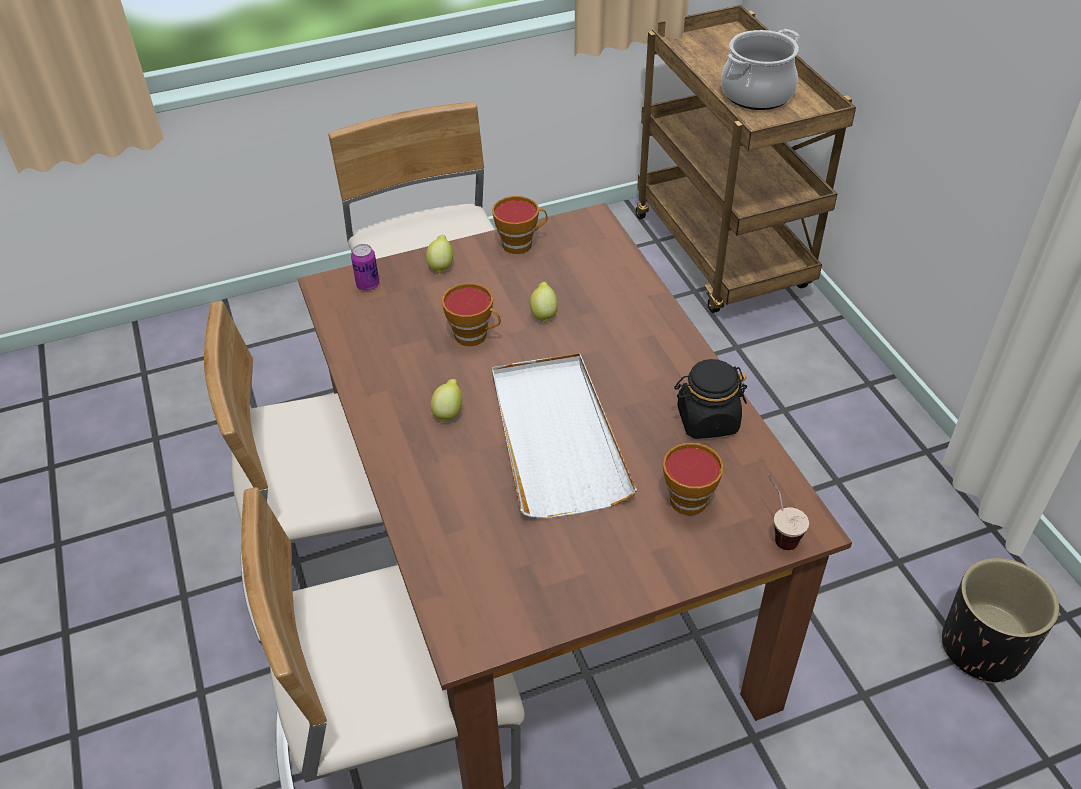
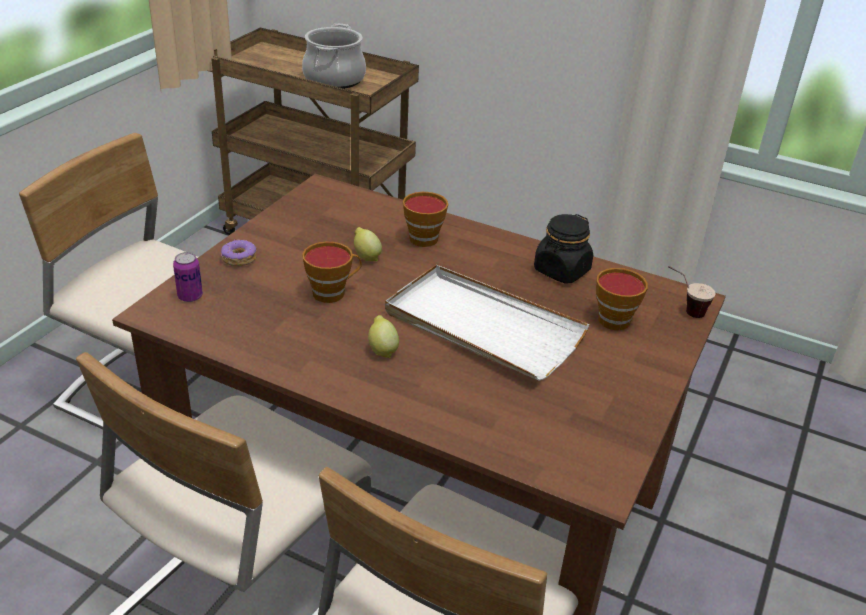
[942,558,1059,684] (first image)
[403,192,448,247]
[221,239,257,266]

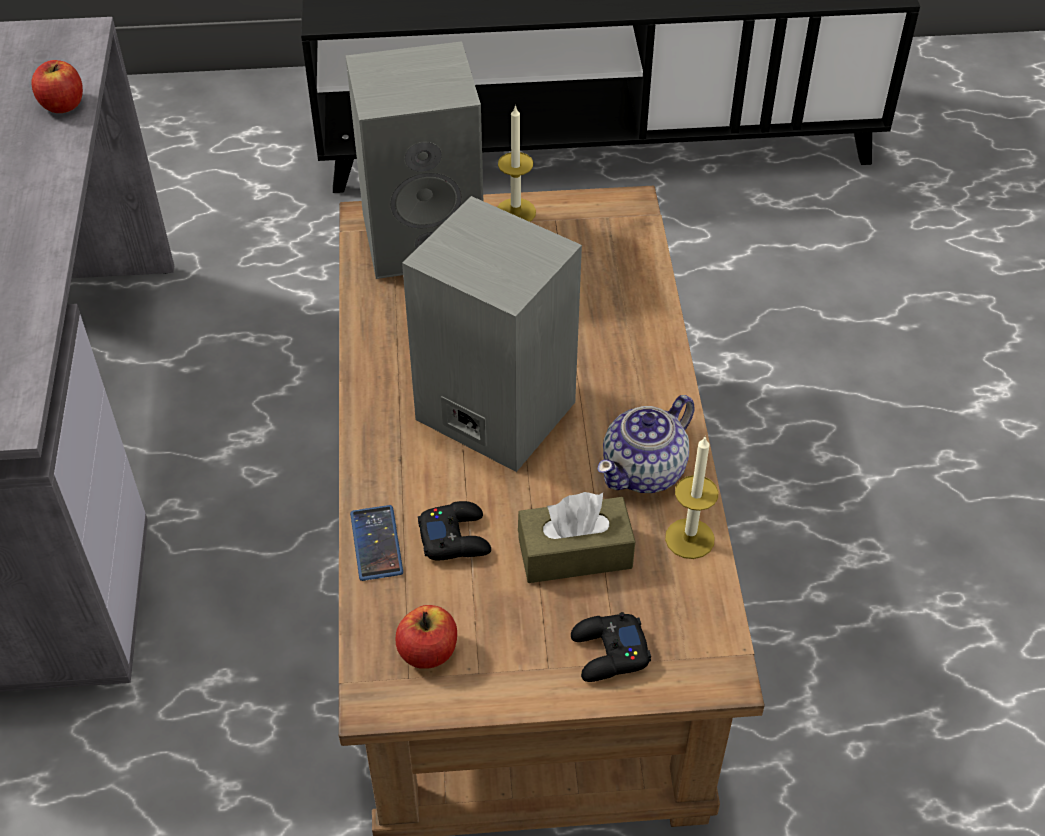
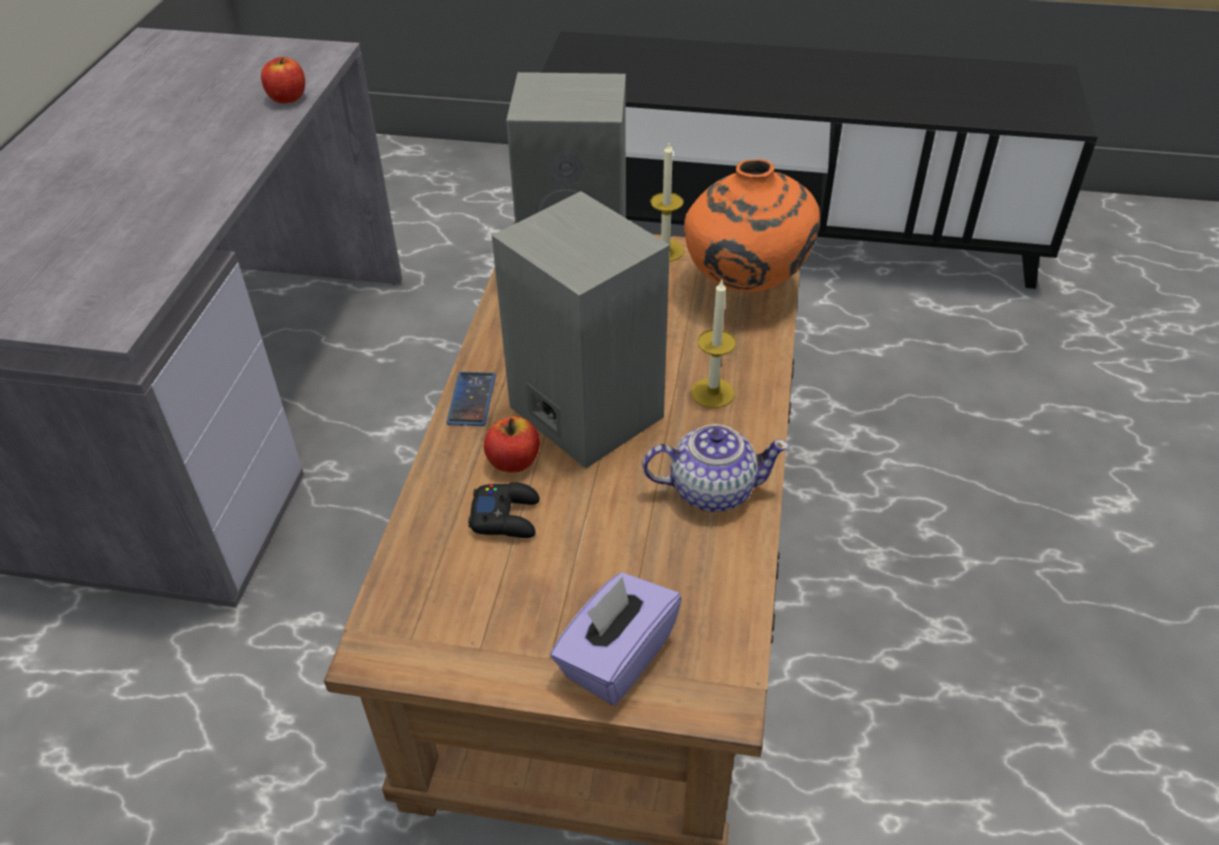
[518,492,635,583] (first image)
[684,159,820,293]
[446,371,496,426]
[484,416,540,473]
[691,279,736,408]
[550,572,682,705]
[643,424,790,512]

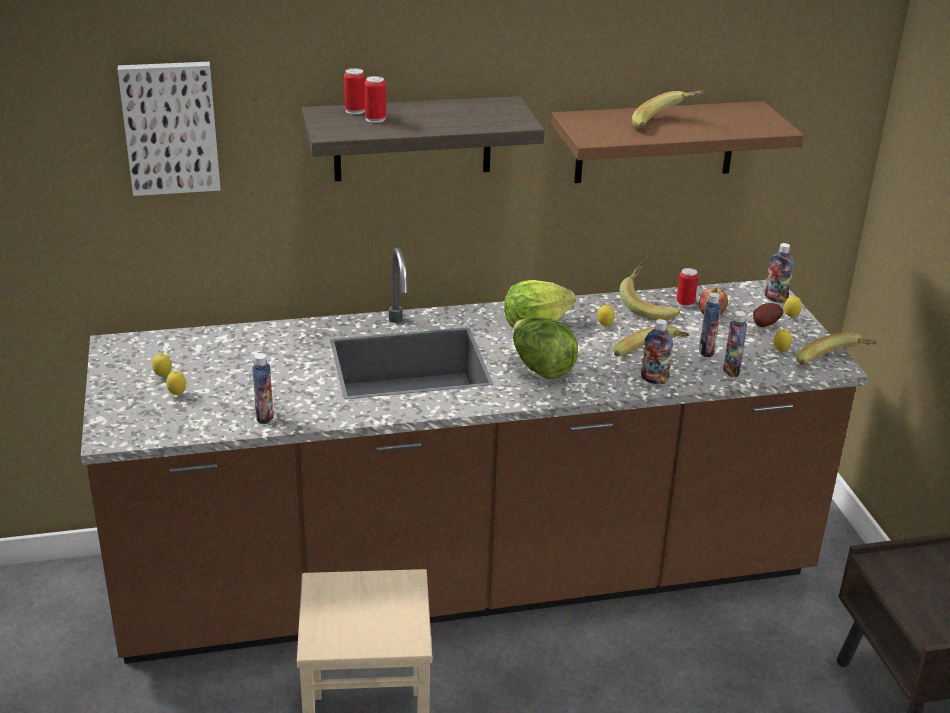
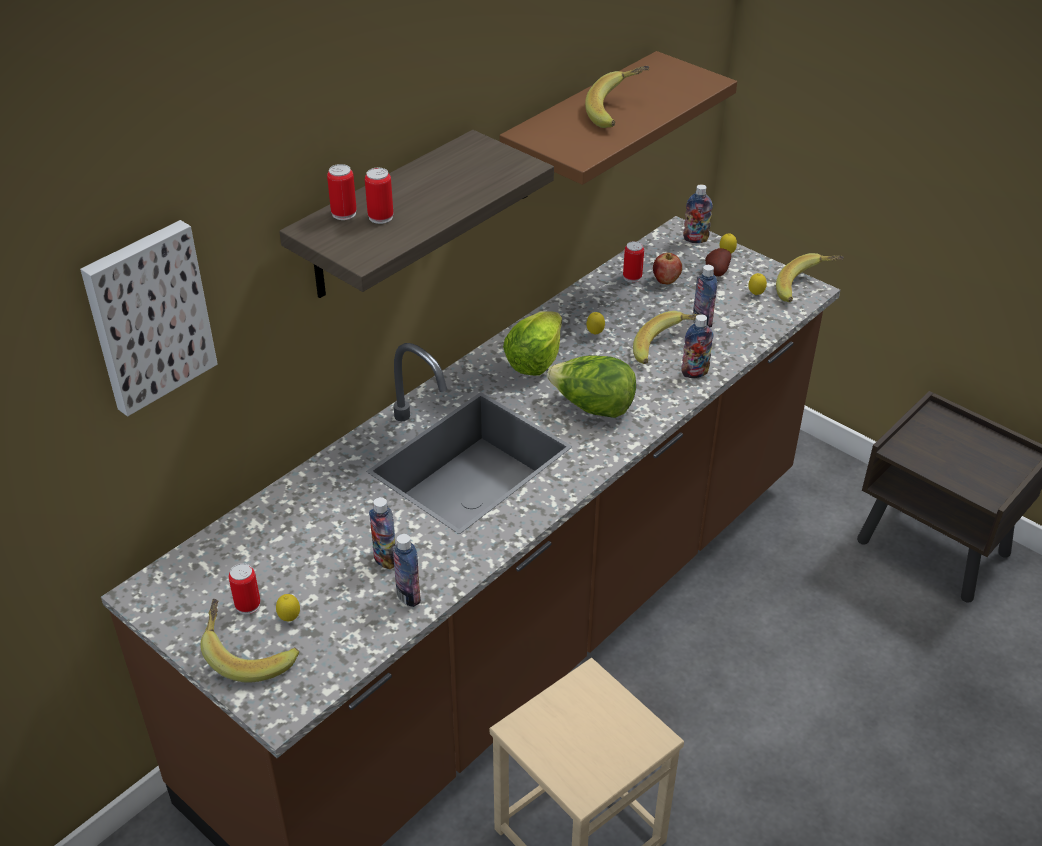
[200,599,299,683]
[369,497,396,569]
[229,563,261,615]

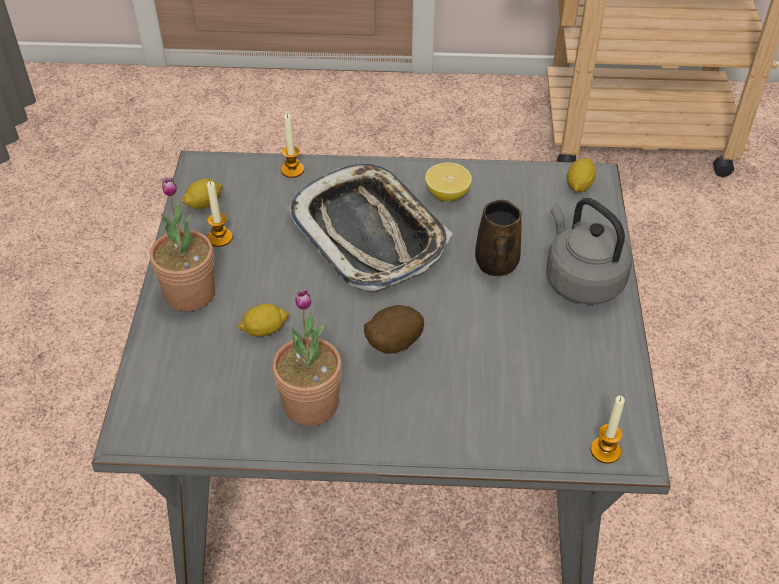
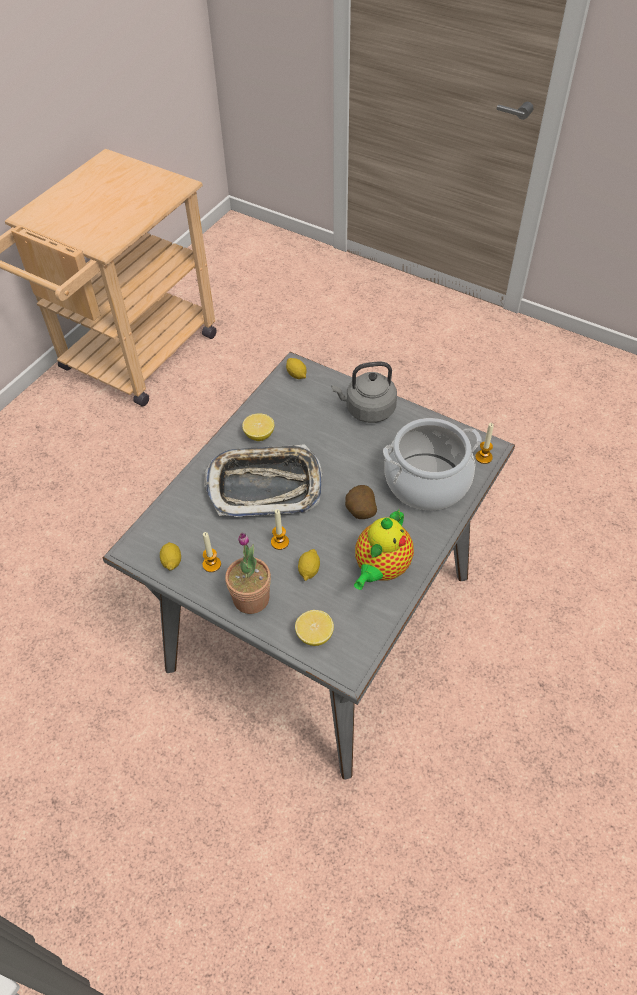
[475,200,522,276] (first image)
[295,610,334,646]
[383,418,482,510]
[271,509,289,550]
[354,509,414,590]

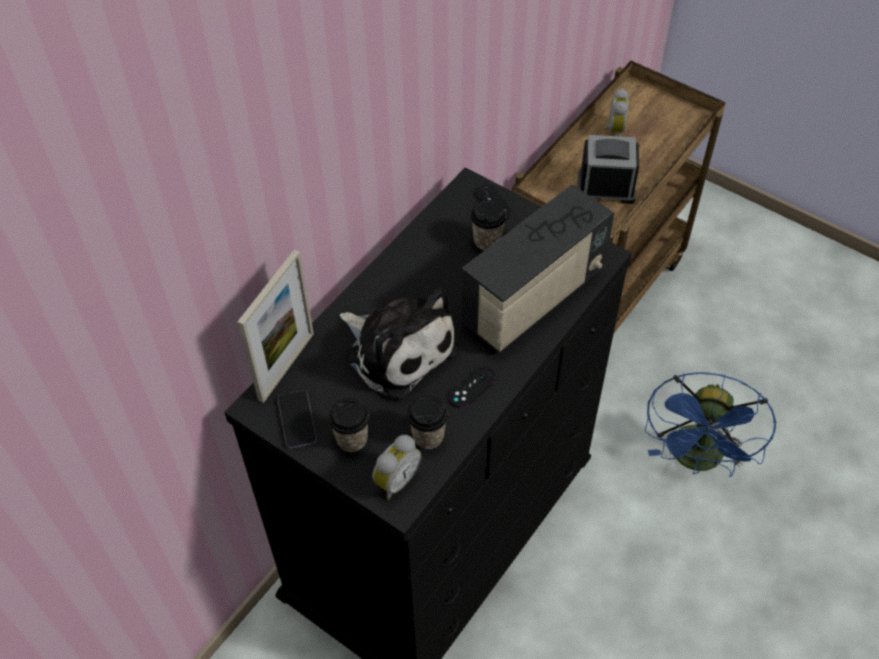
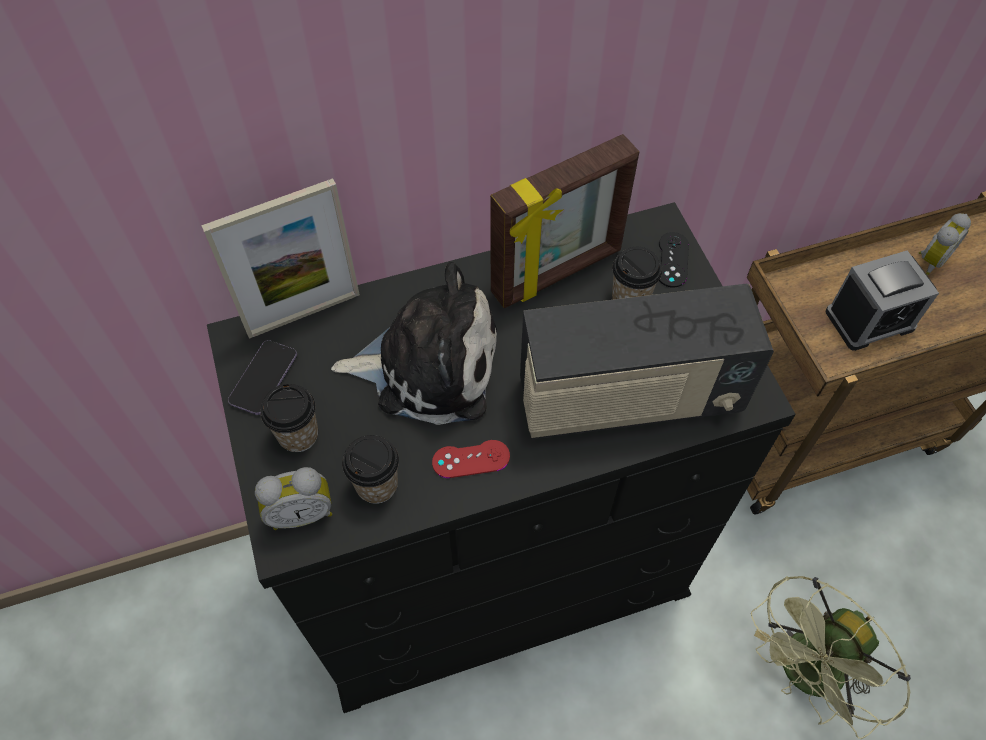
[490,134,639,308]
[432,440,510,478]
[751,576,911,739]
[331,262,497,425]
[826,250,939,351]

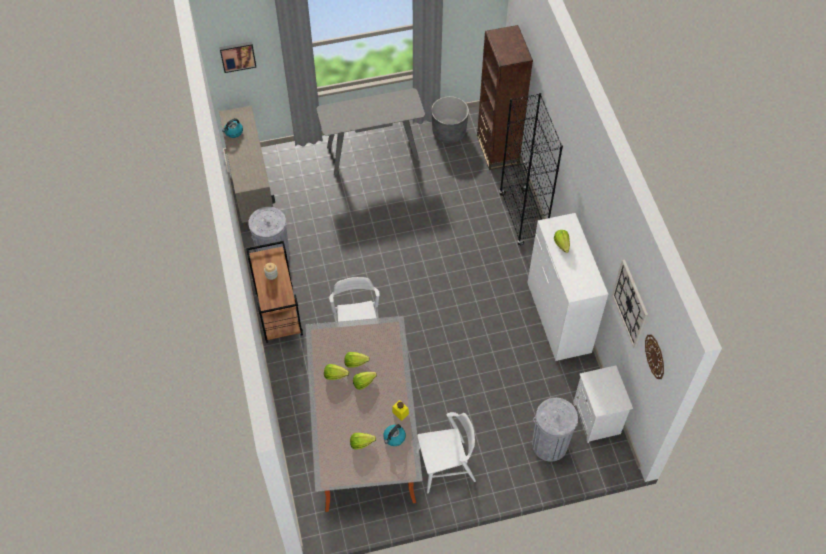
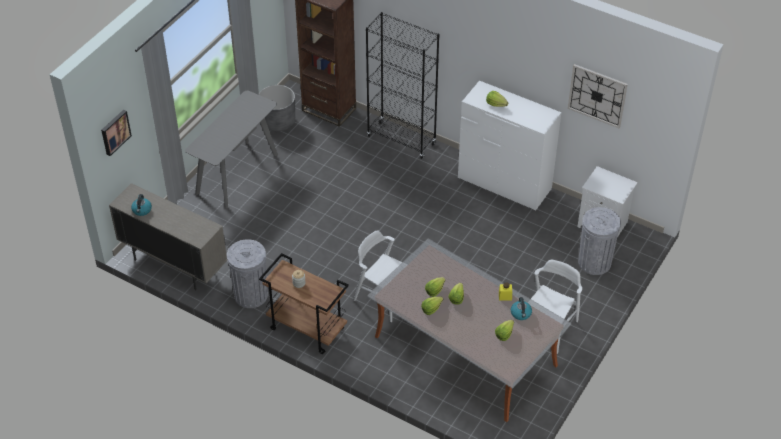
[645,335,664,379] (first image)

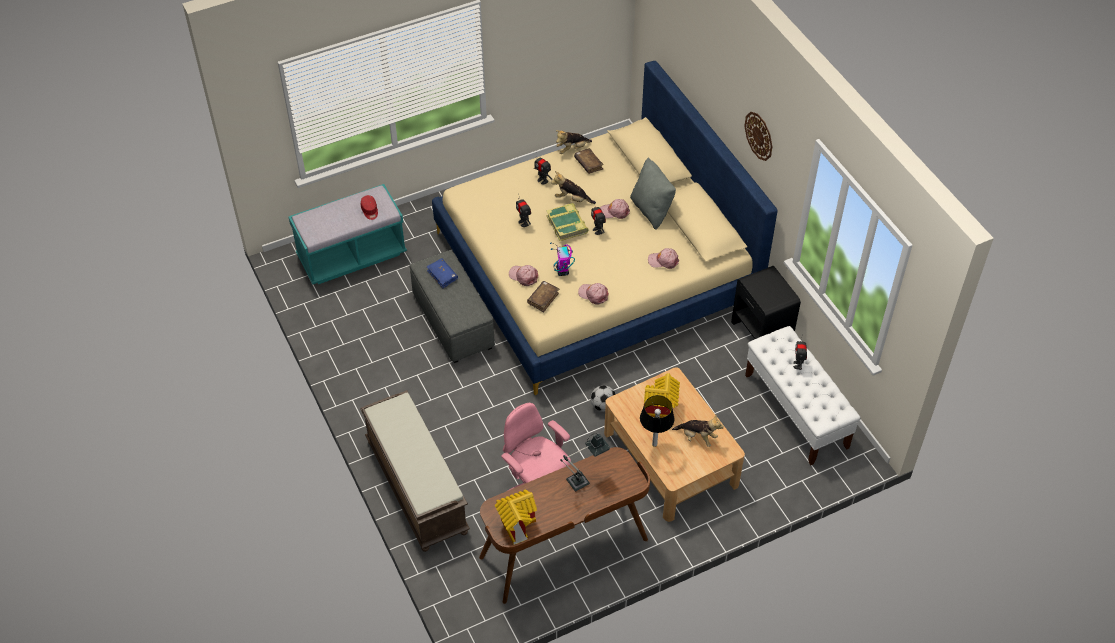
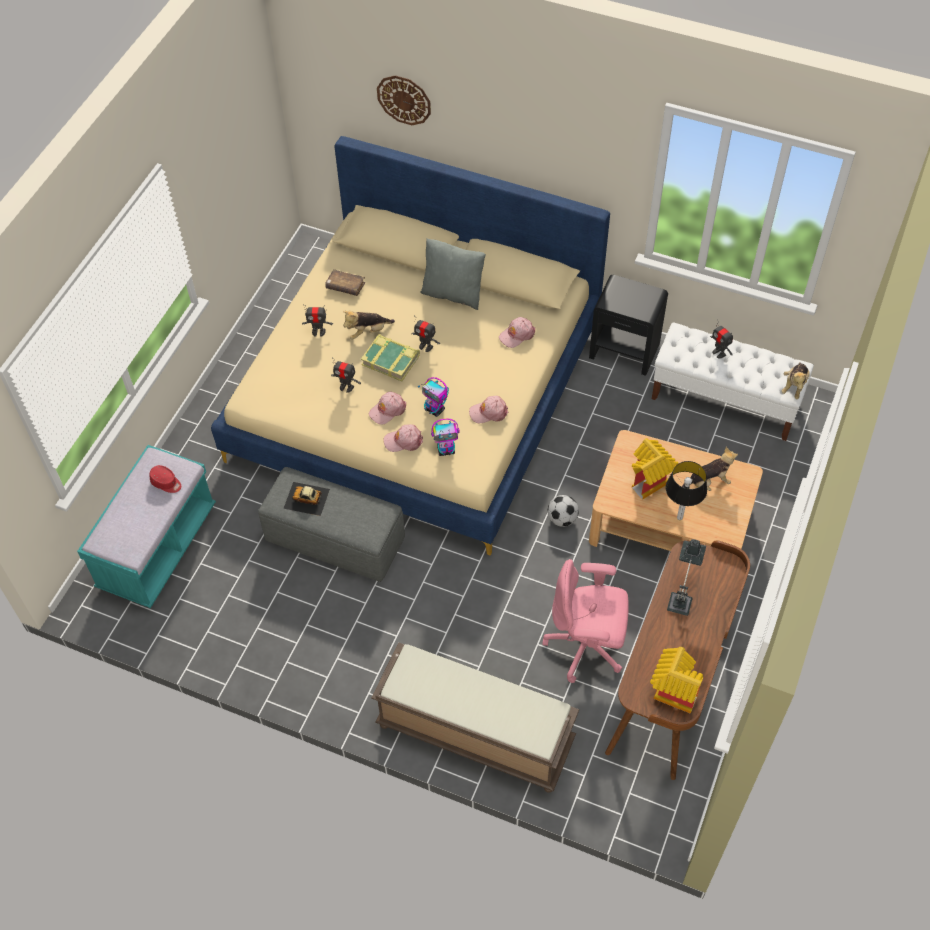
[781,362,810,399]
[369,392,406,425]
[377,75,431,125]
[283,482,330,516]
[431,418,460,456]

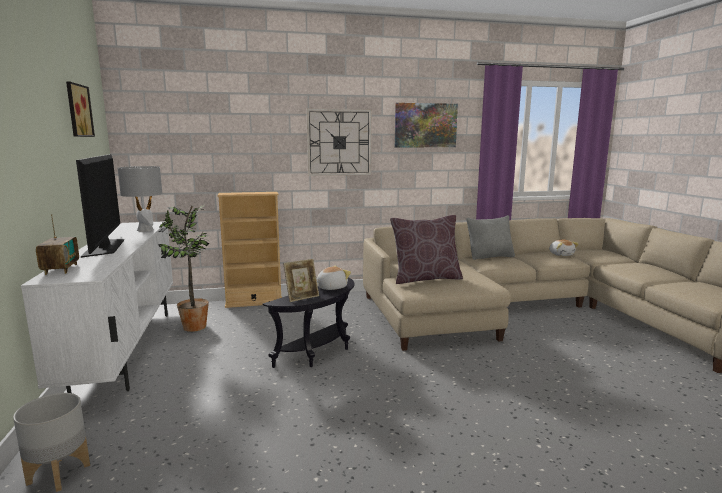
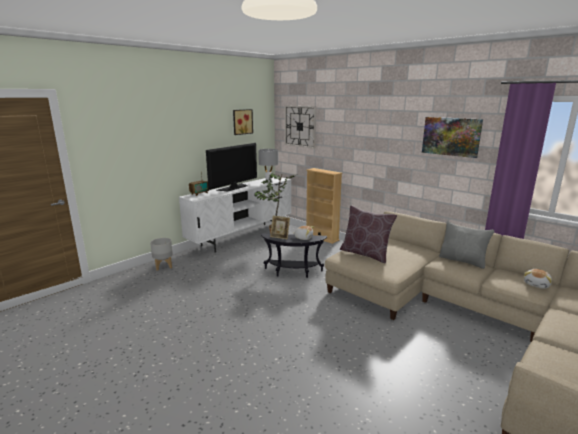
[285,105,316,149]

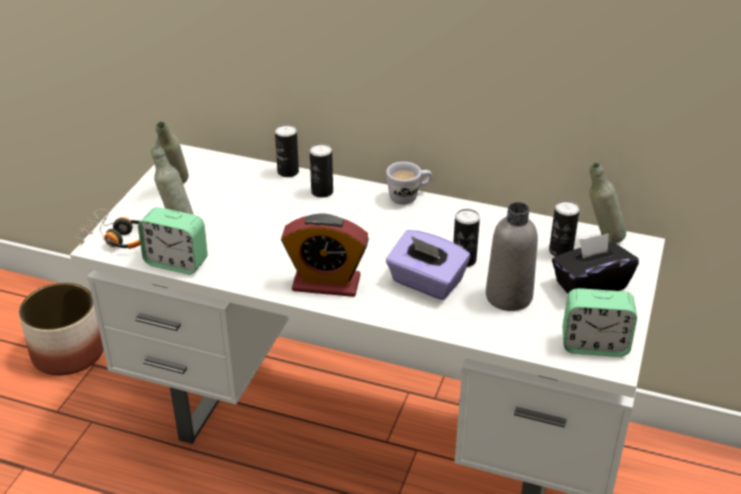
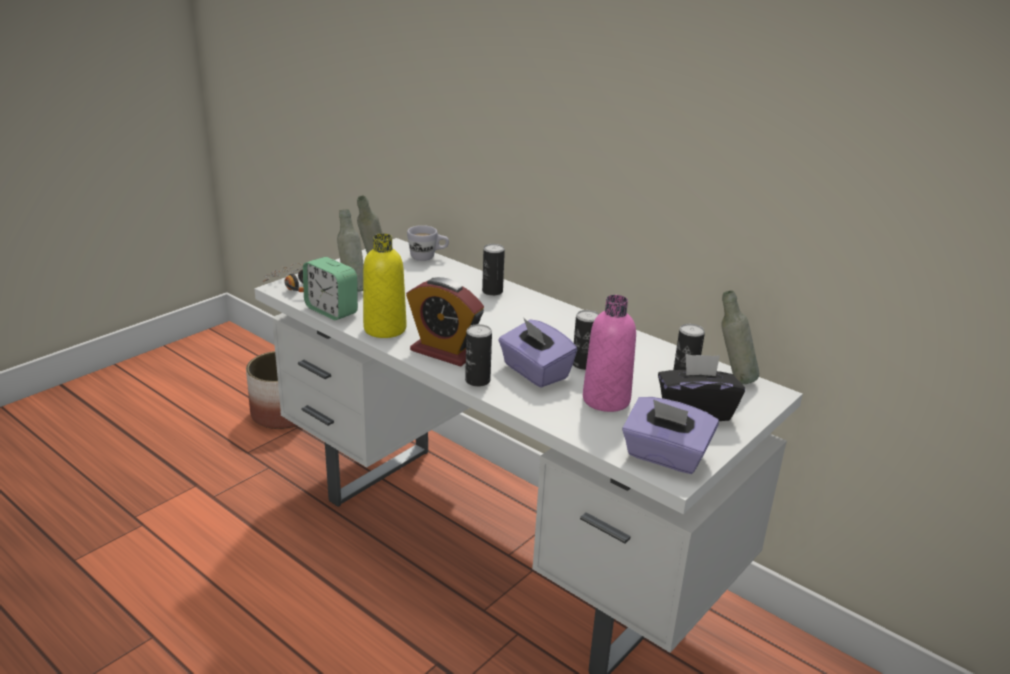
[363,233,407,338]
[465,324,492,387]
[407,225,449,261]
[622,397,719,474]
[583,295,636,412]

